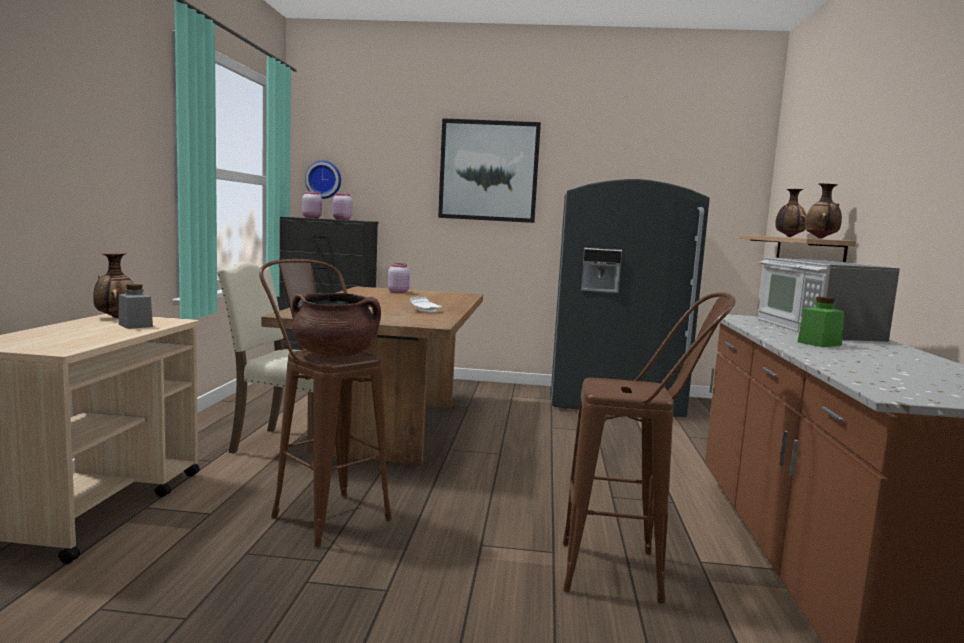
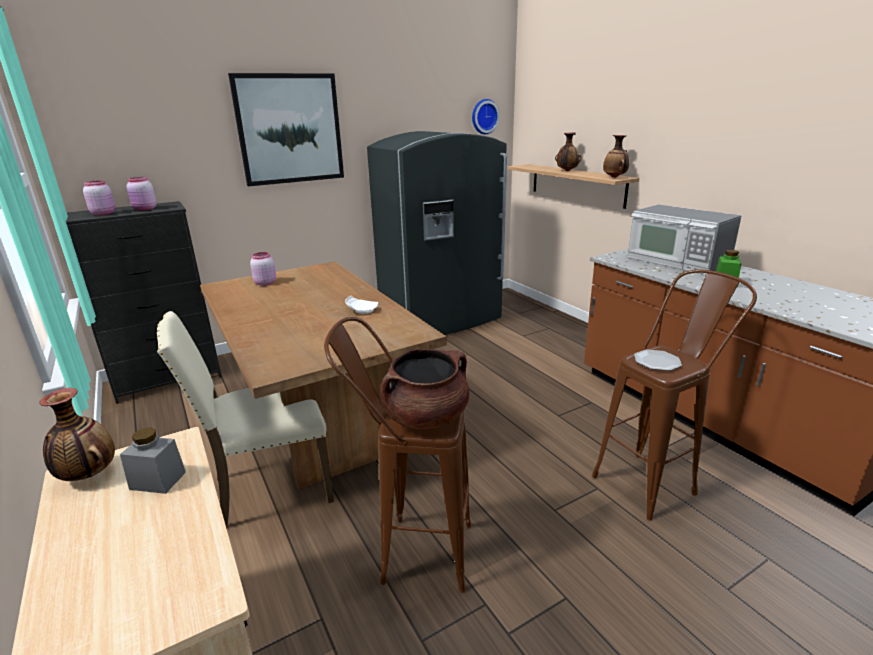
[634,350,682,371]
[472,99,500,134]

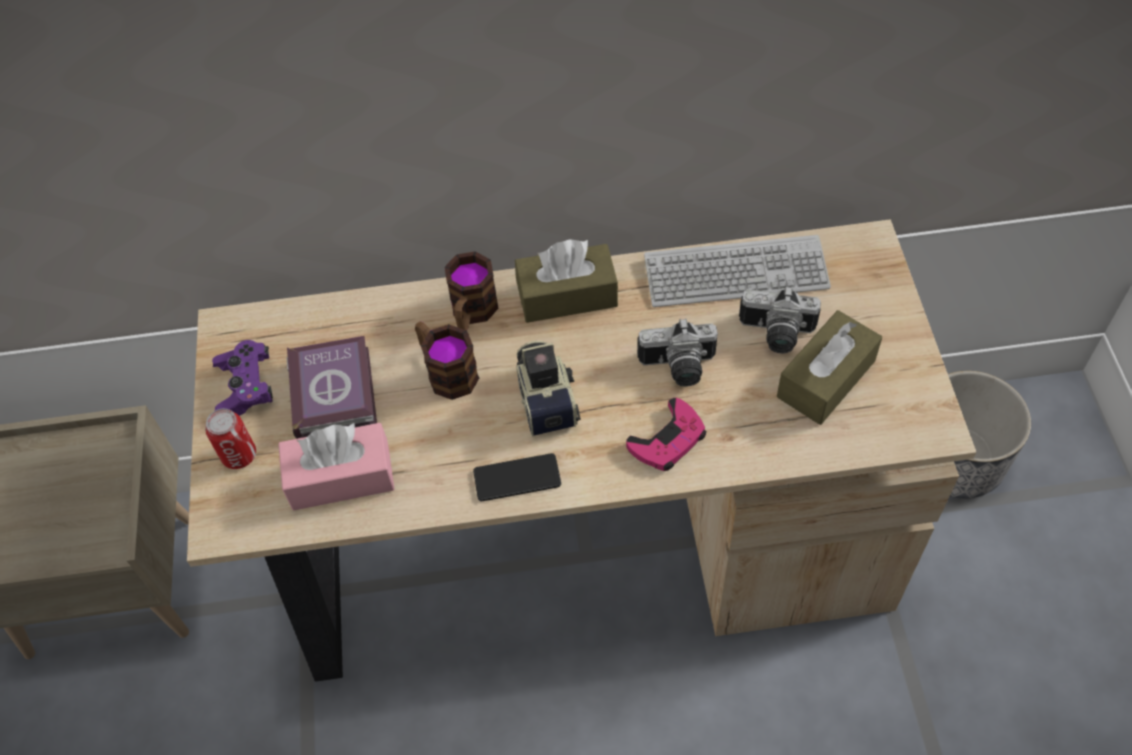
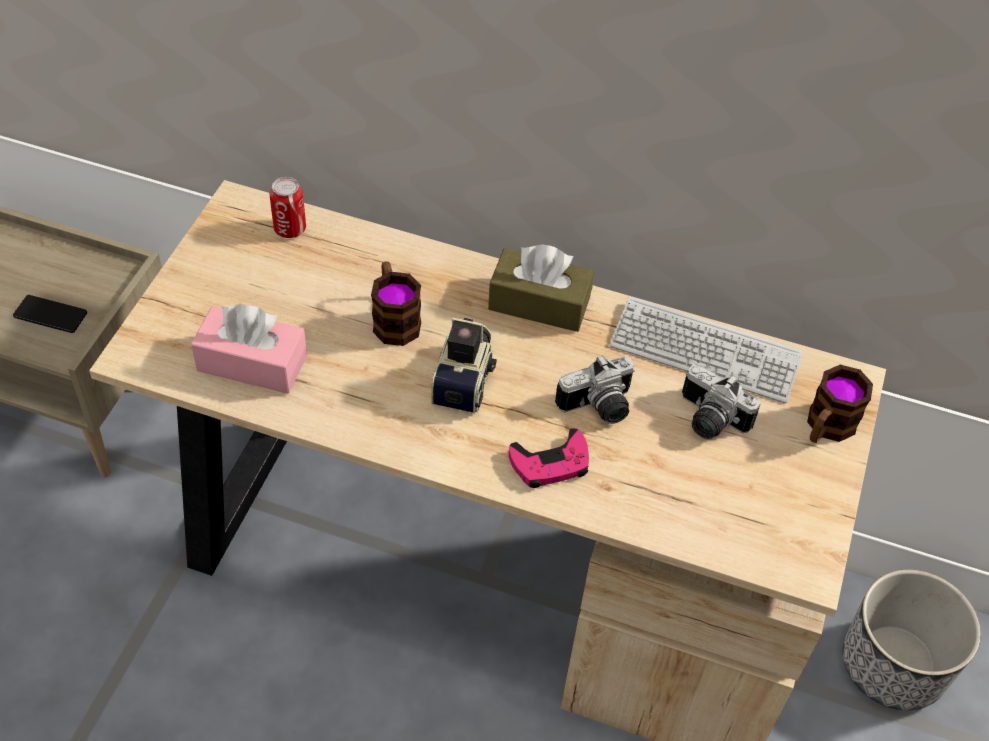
[212,340,273,416] (first image)
[286,336,377,439] (first image)
[777,310,882,425] (first image)
[270,177,306,238]
[807,365,873,443]
[13,295,87,333]
[555,355,635,424]

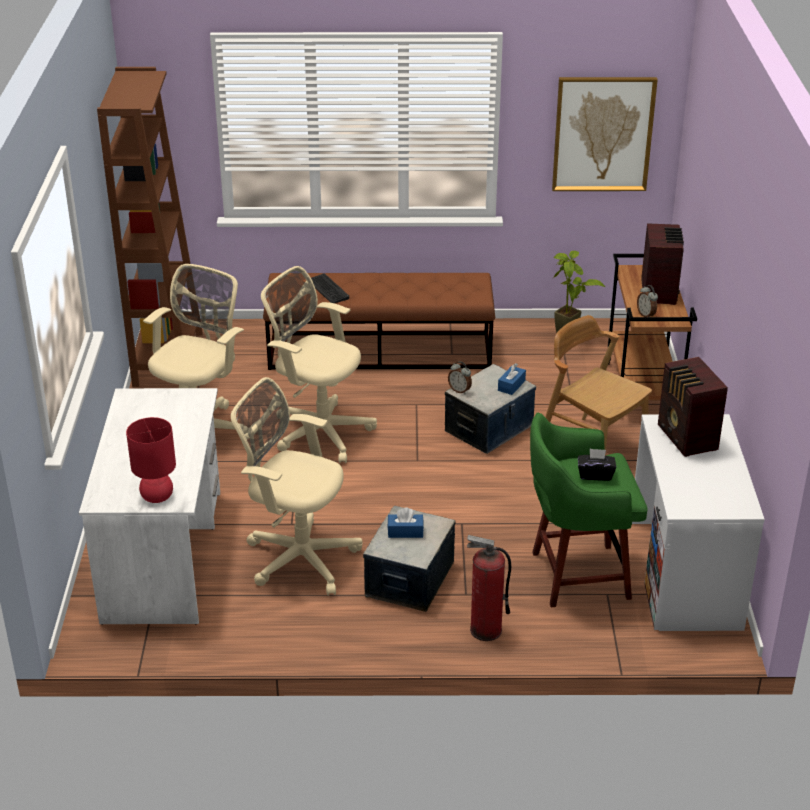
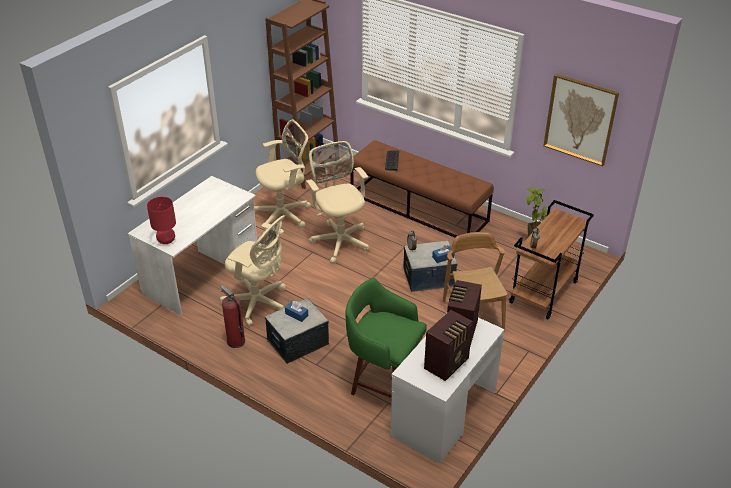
[578,449,616,481] (first image)
[220,284,245,348]
[424,310,473,381]
[220,215,286,327]

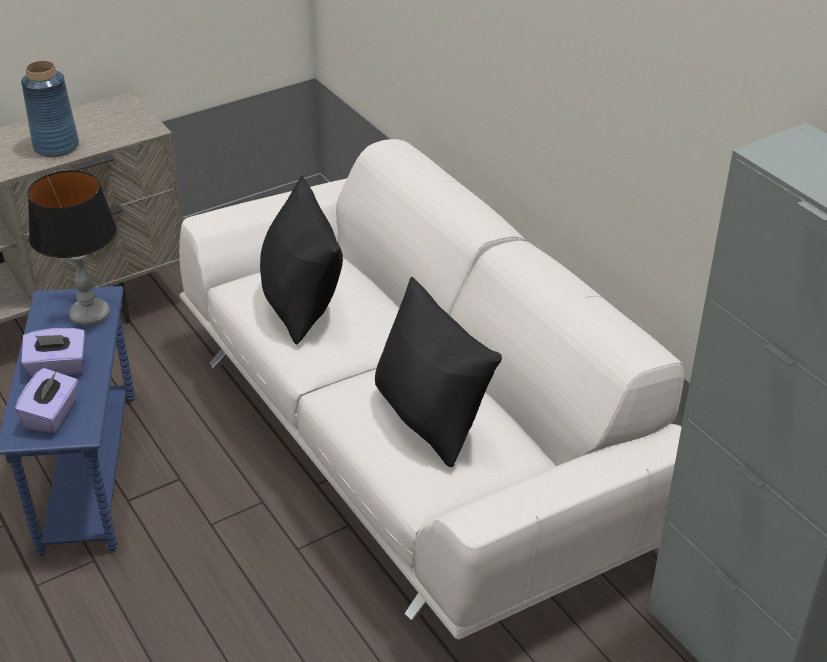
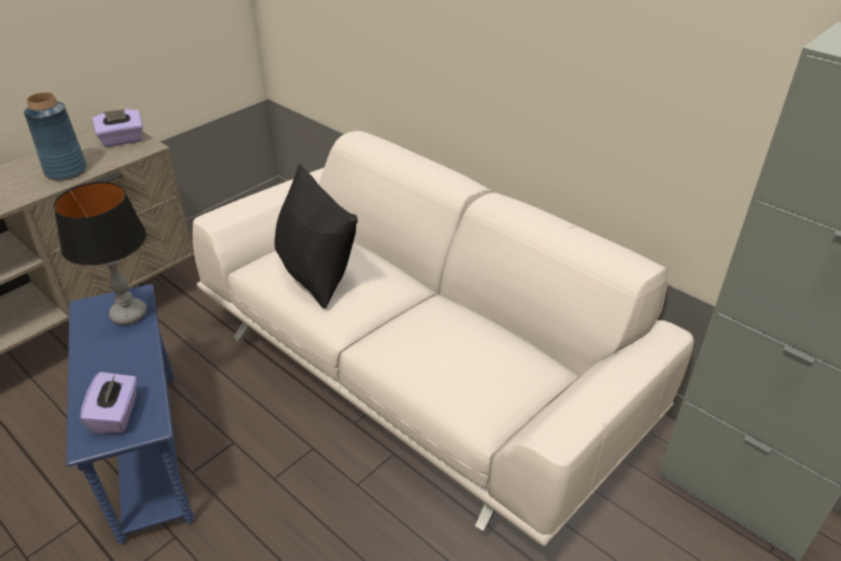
[375,277,502,467] (first image)
[92,109,143,147]

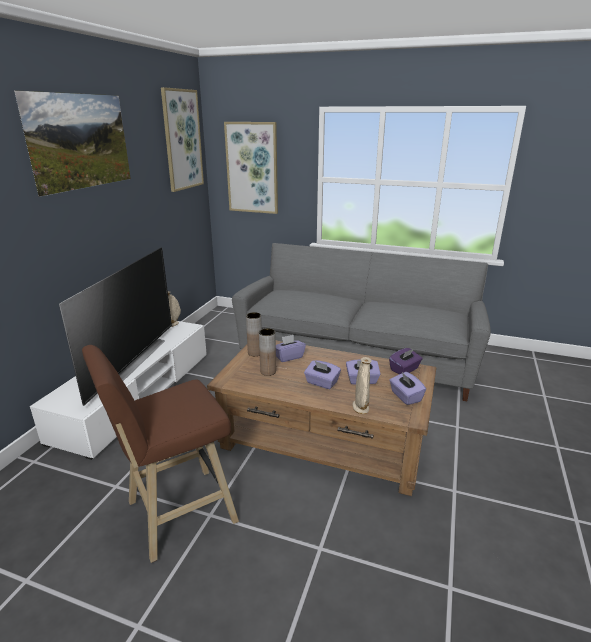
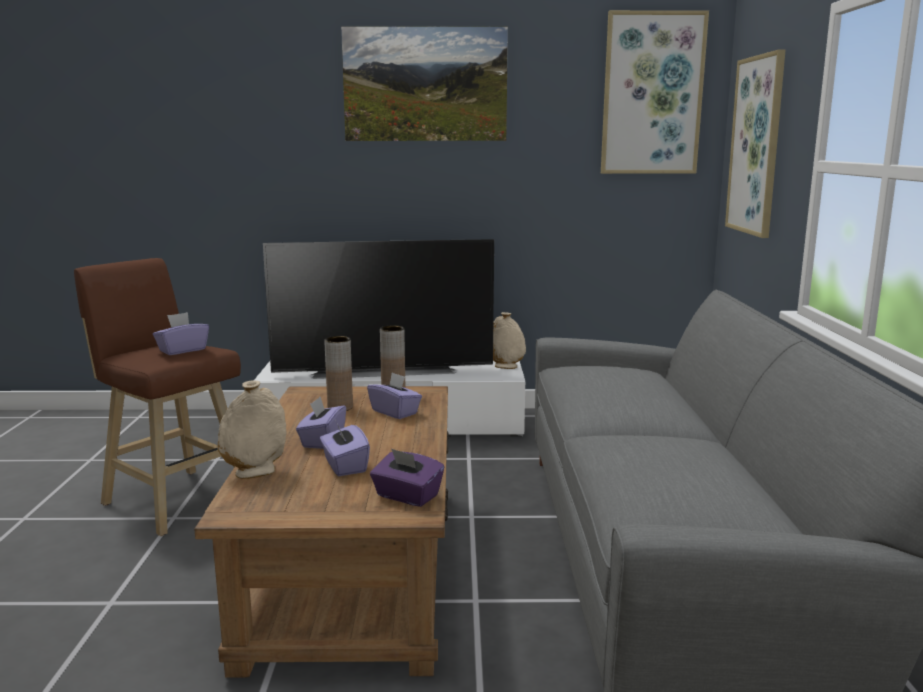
[153,312,209,355]

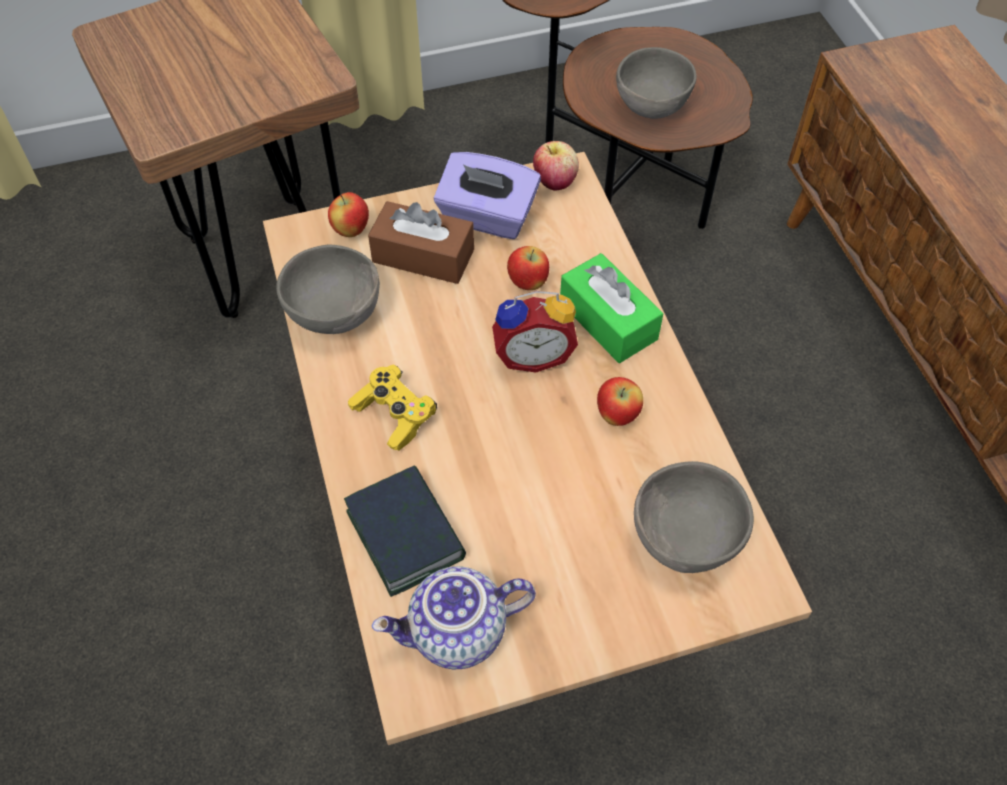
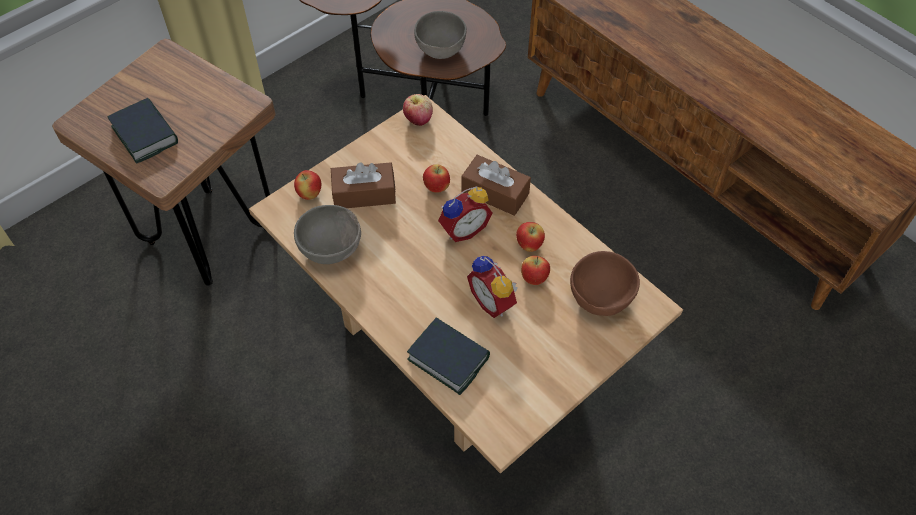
[348,365,437,451] (first image)
[372,566,536,669] (first image)
[434,152,541,239] (first image)
[107,98,178,164]
[467,256,518,318]
[521,256,550,285]
[461,155,531,216]
[570,251,640,316]

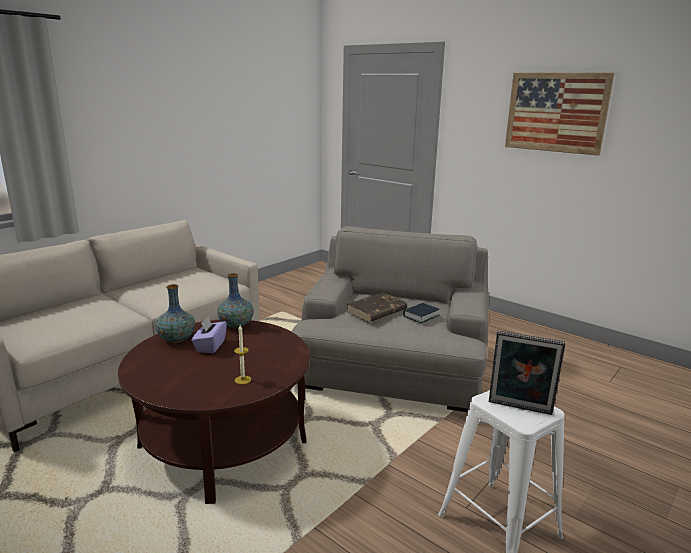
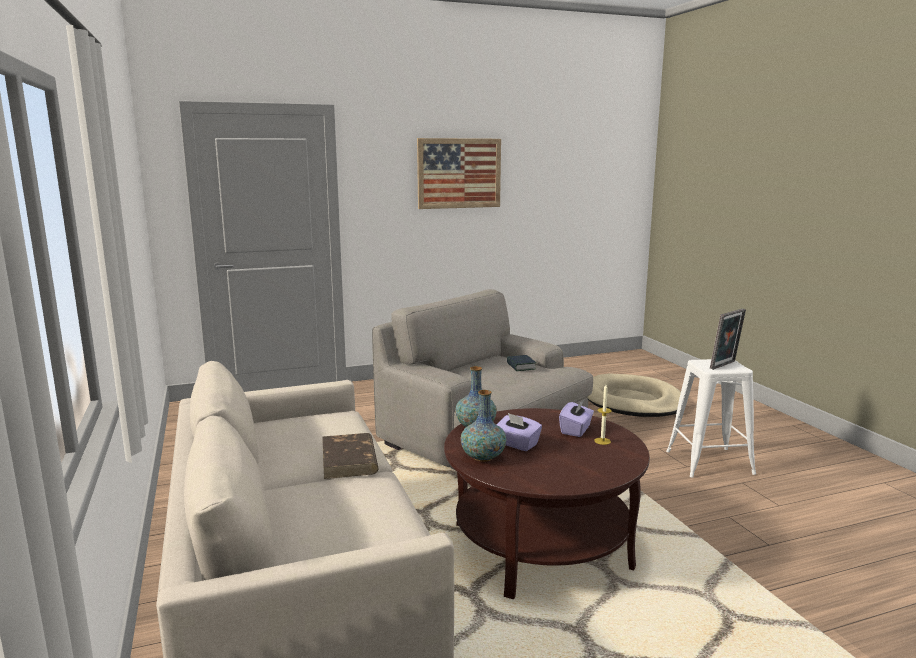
[559,399,594,437]
[587,373,681,417]
[322,433,379,479]

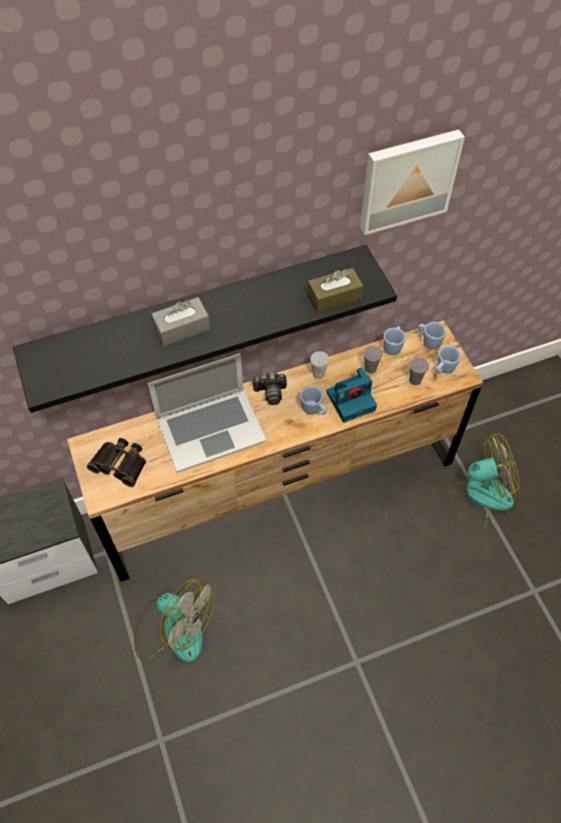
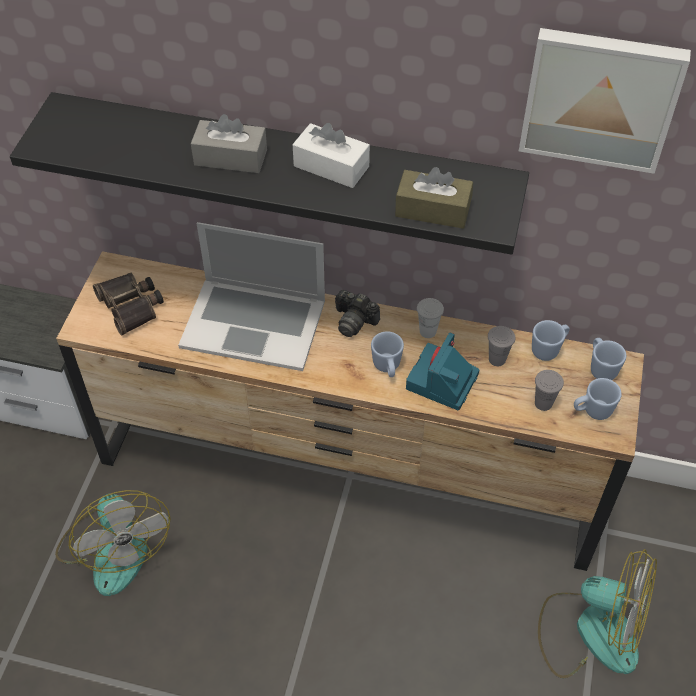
[293,123,370,188]
[406,332,479,410]

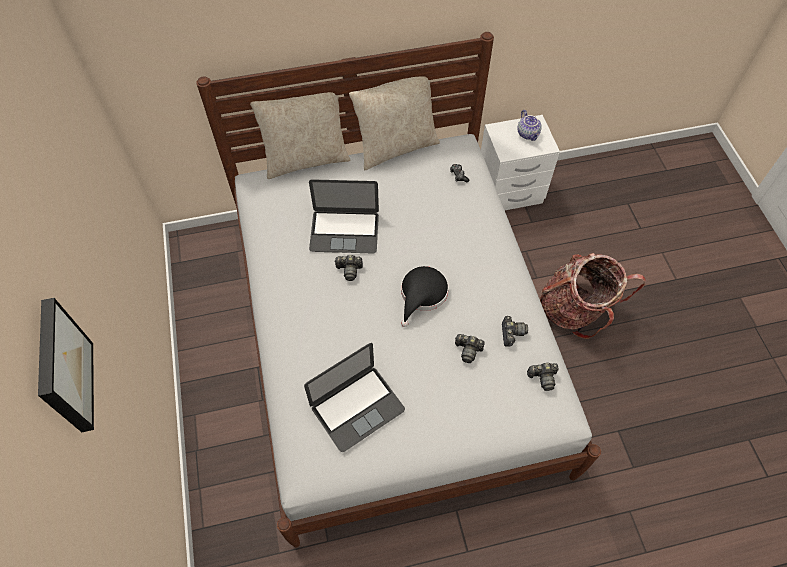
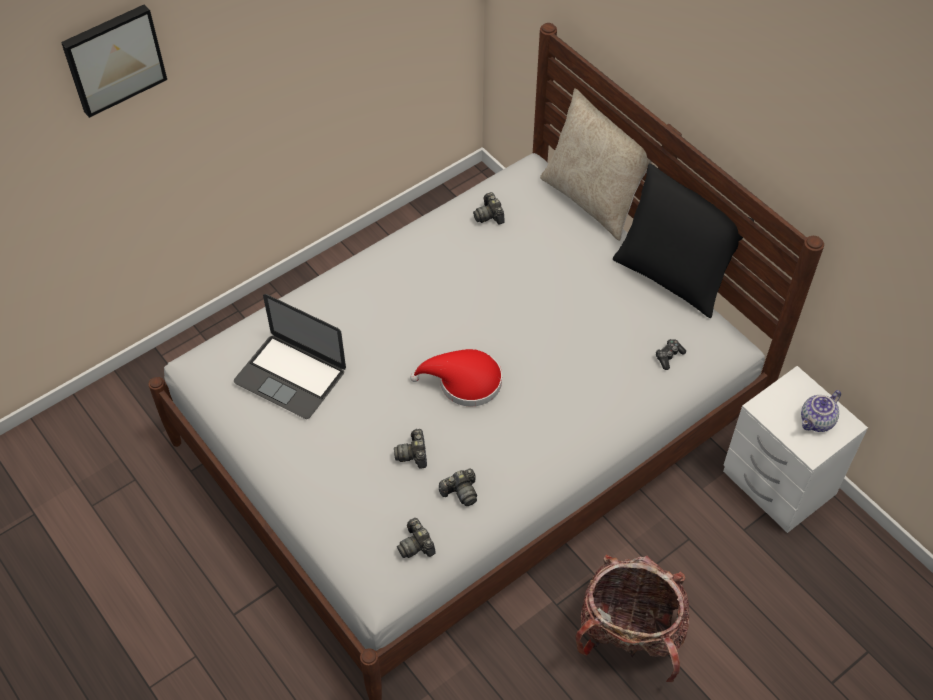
[309,179,379,253] (first image)
[473,192,505,225]
[613,163,754,318]
[410,349,502,407]

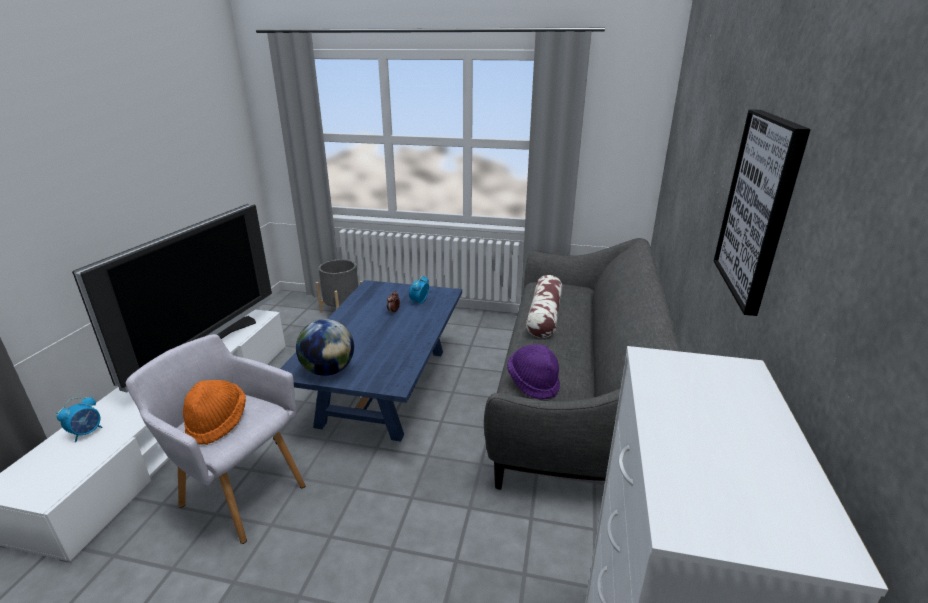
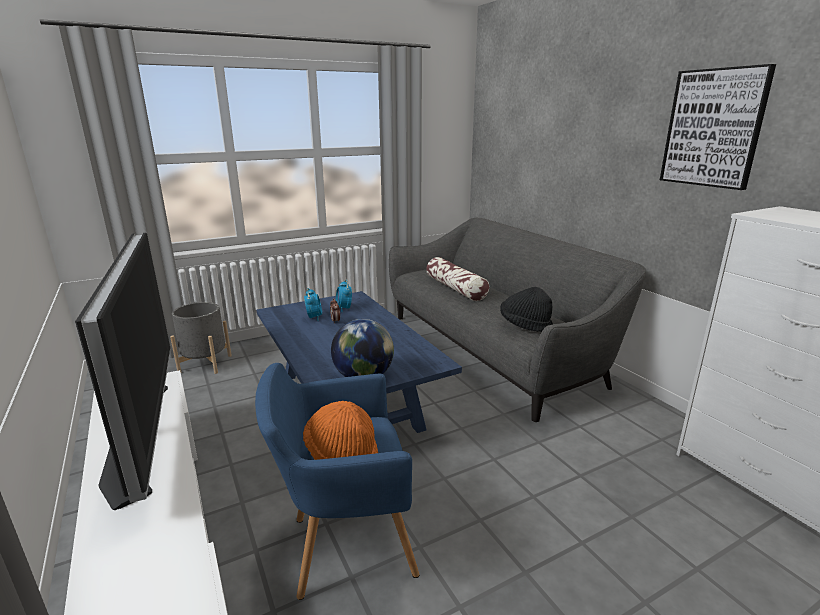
[304,288,322,321]
[255,363,420,600]
[500,287,553,332]

